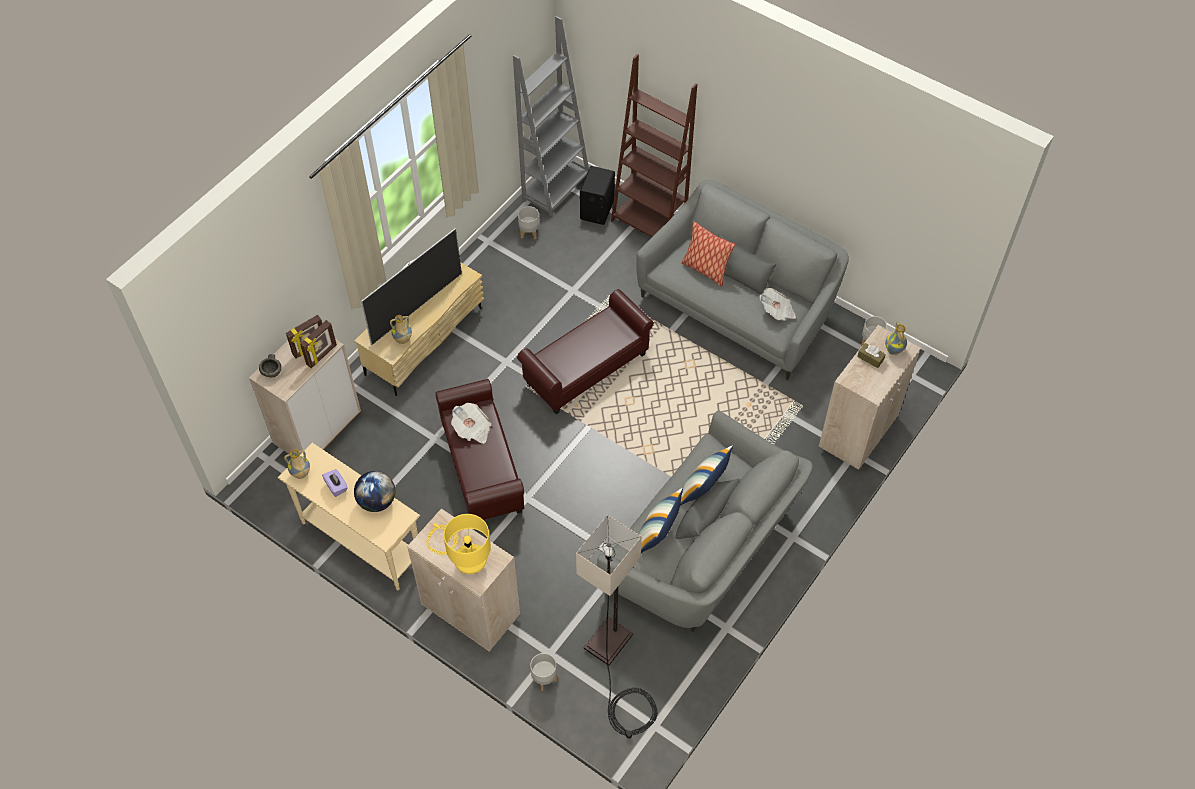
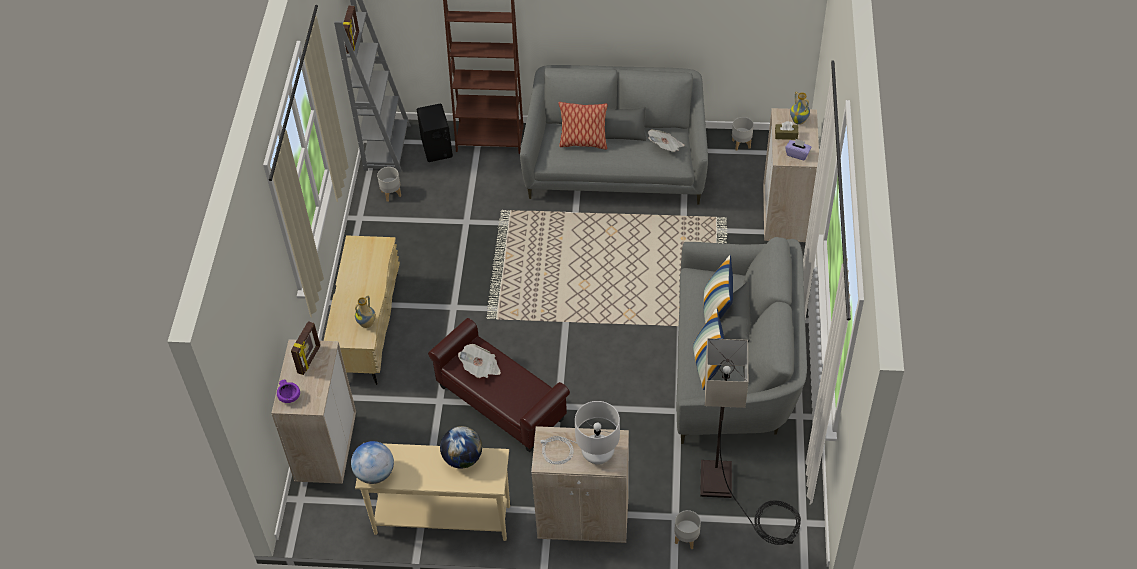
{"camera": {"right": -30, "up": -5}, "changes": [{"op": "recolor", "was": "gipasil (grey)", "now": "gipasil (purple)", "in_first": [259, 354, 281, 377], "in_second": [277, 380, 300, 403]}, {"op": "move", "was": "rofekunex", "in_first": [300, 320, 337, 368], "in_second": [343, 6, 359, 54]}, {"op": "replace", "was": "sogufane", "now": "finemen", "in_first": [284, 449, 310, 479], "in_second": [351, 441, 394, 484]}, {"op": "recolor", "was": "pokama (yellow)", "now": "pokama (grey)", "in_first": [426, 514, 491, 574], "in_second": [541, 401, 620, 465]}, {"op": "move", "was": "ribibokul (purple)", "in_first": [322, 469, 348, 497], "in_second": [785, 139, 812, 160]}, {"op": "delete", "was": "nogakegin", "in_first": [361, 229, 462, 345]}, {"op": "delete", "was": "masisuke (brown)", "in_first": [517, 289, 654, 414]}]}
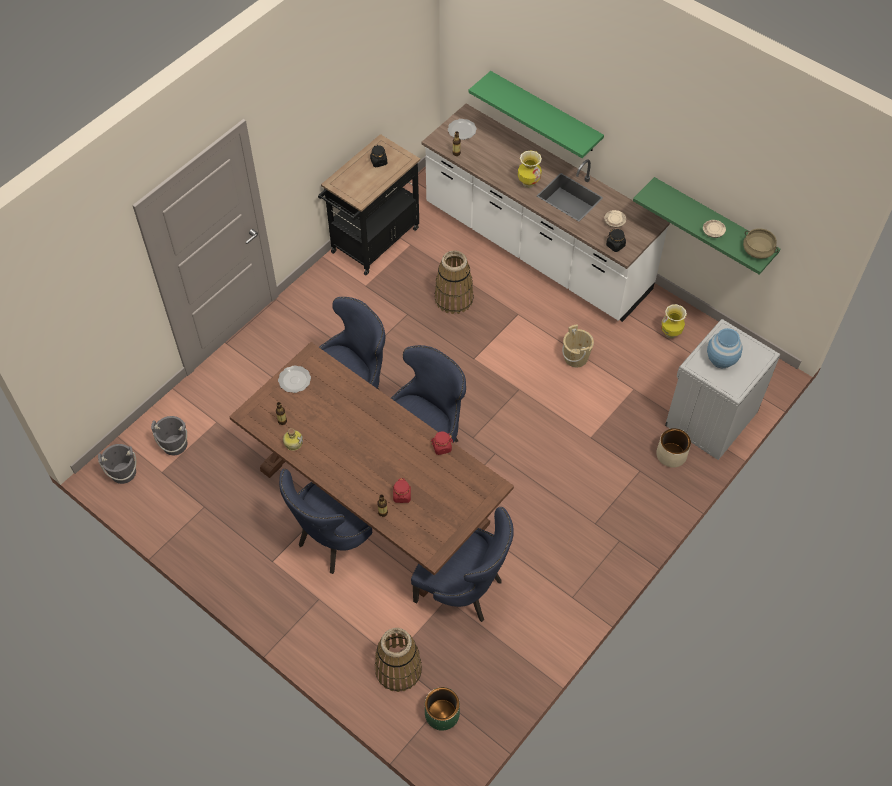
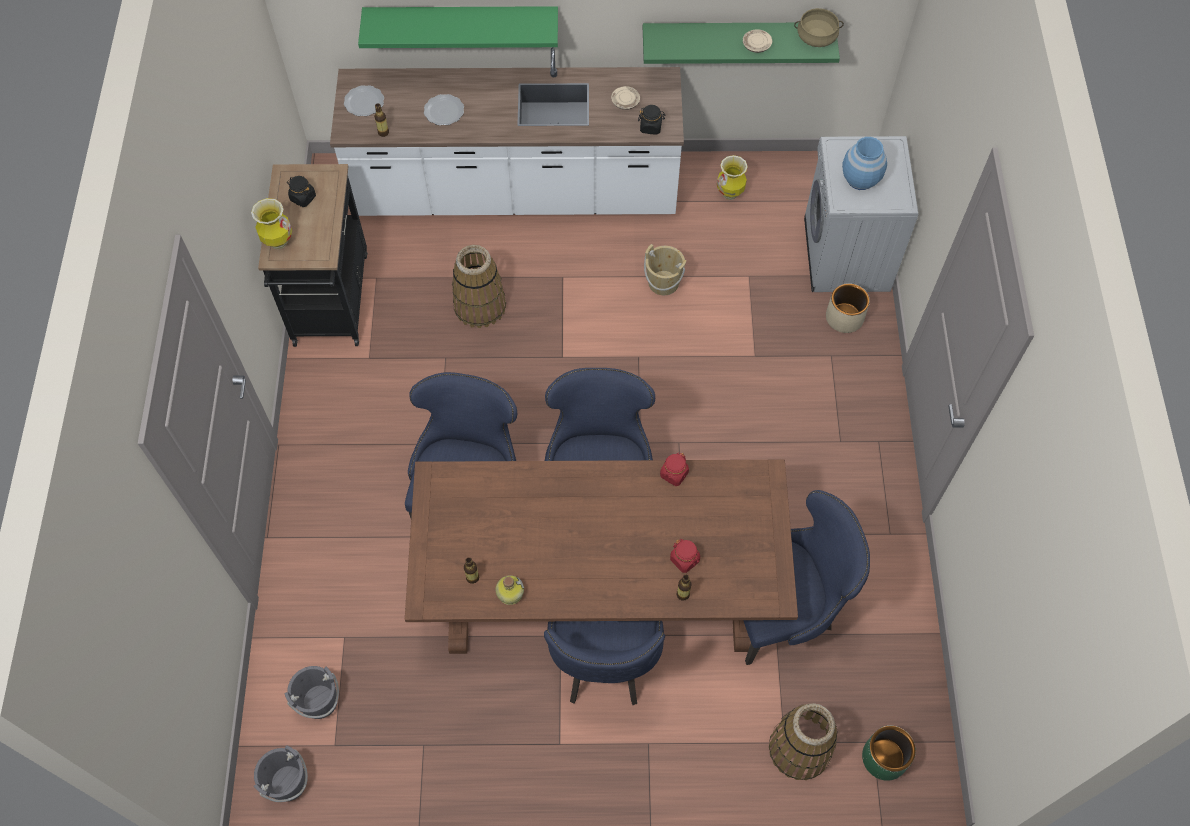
{"camera": {"right": -40, "up": 5}, "changes": [{"op": "move", "was": "sogufane", "in_first": [518, 150, 542, 188], "in_second": [251, 198, 292, 249]}, {"op": "move", "was": "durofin", "in_first": [278, 366, 311, 393], "in_second": [424, 94, 464, 125]}]}
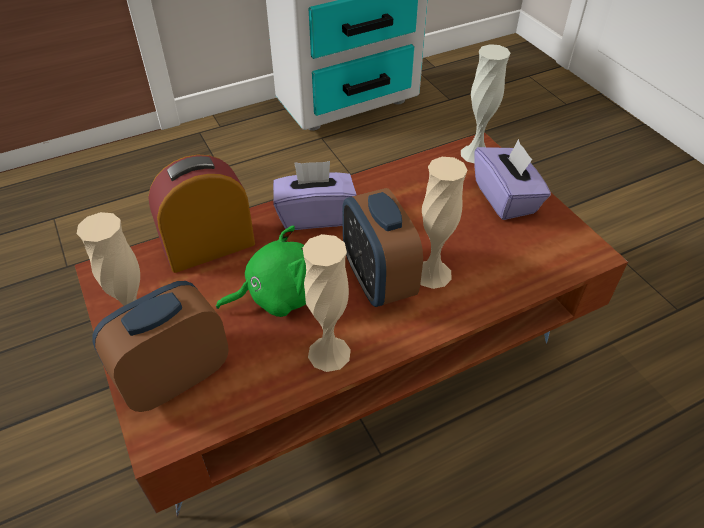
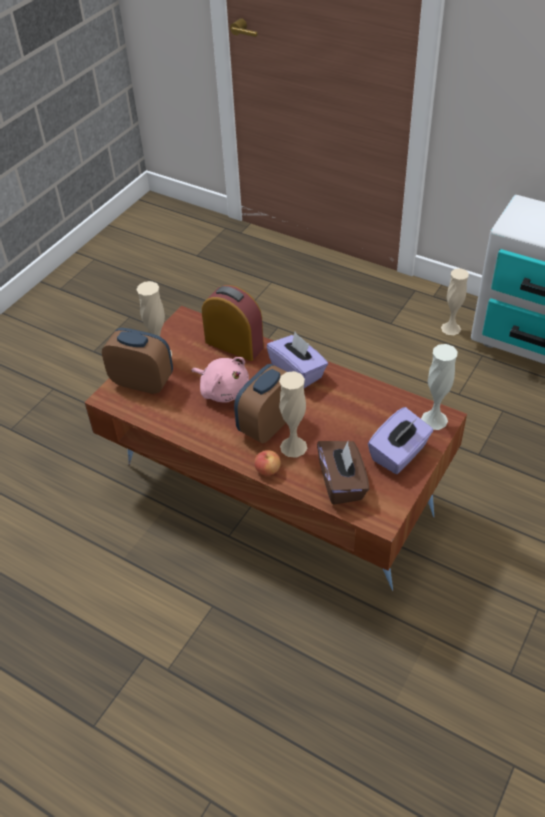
{"camera": {"right": 60, "up": 0}, "changes": [{"op": "recolor", "was": "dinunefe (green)", "now": "dinunefe (pink)", "in_first": [216, 226, 306, 317], "in_second": [192, 357, 249, 403]}, {"op": "insert", "now": "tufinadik", "in_second": [254, 450, 281, 476]}, {"op": "insert", "now": "ribibokul (brown)", "in_second": [317, 441, 369, 505]}, {"op": "move", "was": "sogufane (beige)", "in_first": [303, 234, 351, 372], "in_second": [441, 268, 469, 335]}]}
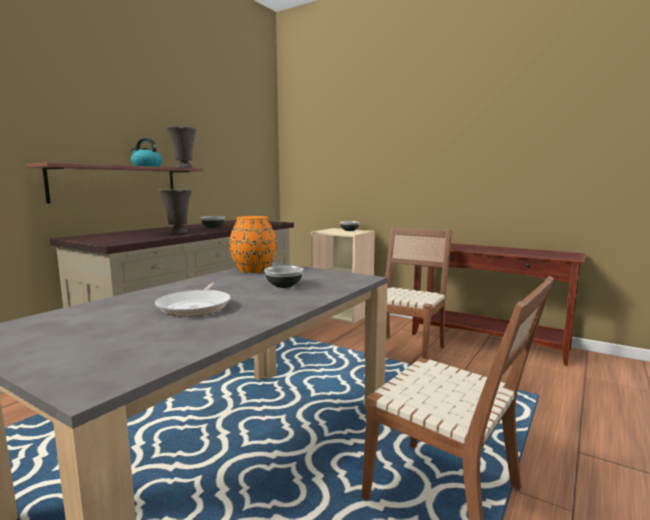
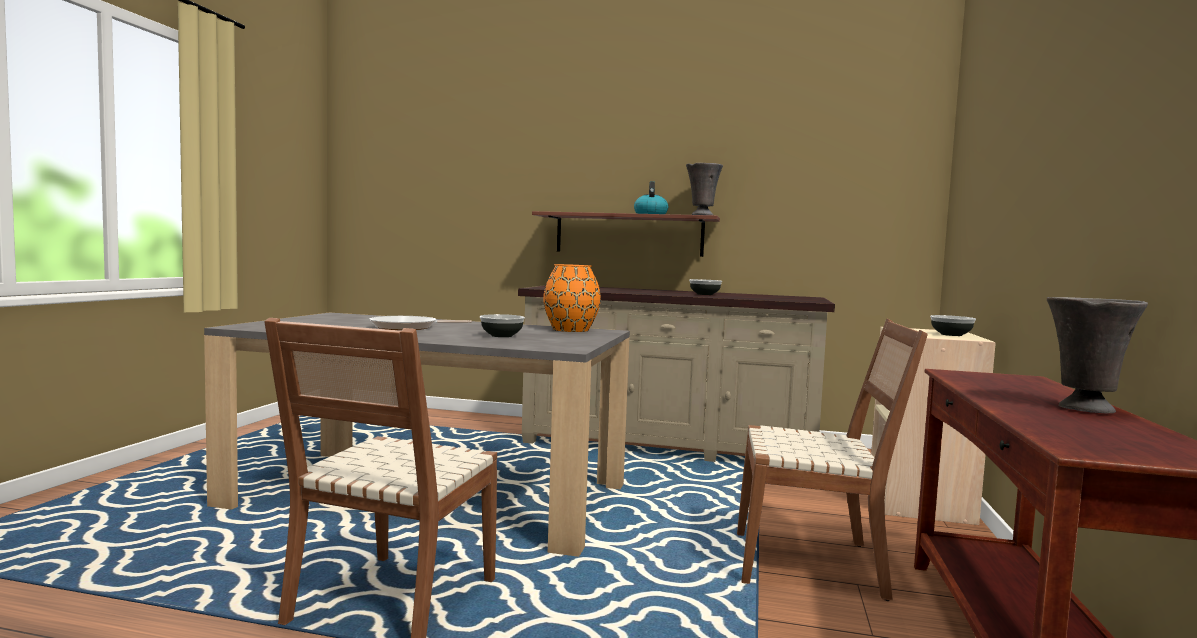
{"camera": {"right": 70, "up": -5}, "changes": [{"op": "move", "was": "sogufane (grey)", "in_first": [158, 189, 192, 234], "in_second": [1047, 297, 1148, 413]}]}
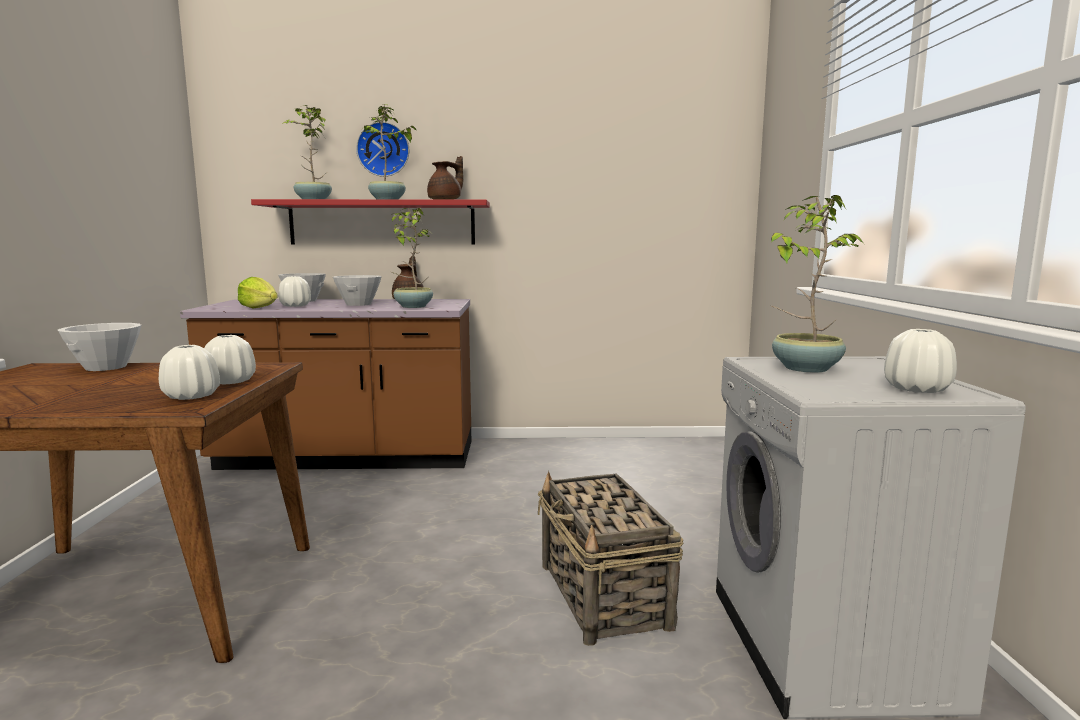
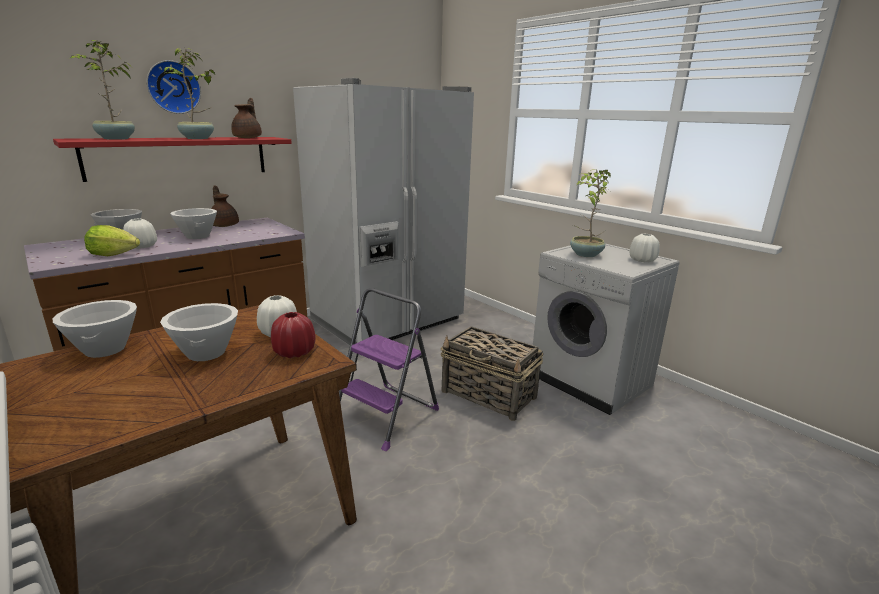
{"camera": {"right": -40, "up": 10}, "changes": [{"op": "insert", "now": "gipasil (white)", "in_second": [160, 303, 238, 361]}, {"op": "recolor", "was": "sogufane (white)", "now": "sogufane (red)", "in_first": [159, 345, 220, 400], "in_second": [271, 312, 316, 358]}, {"op": "insert", "now": "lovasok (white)", "in_second": [293, 78, 474, 346]}, {"op": "insert", "now": "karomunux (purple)", "in_second": [339, 288, 439, 451]}, {"op": "delete", "was": "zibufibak", "in_first": [391, 208, 433, 308]}]}
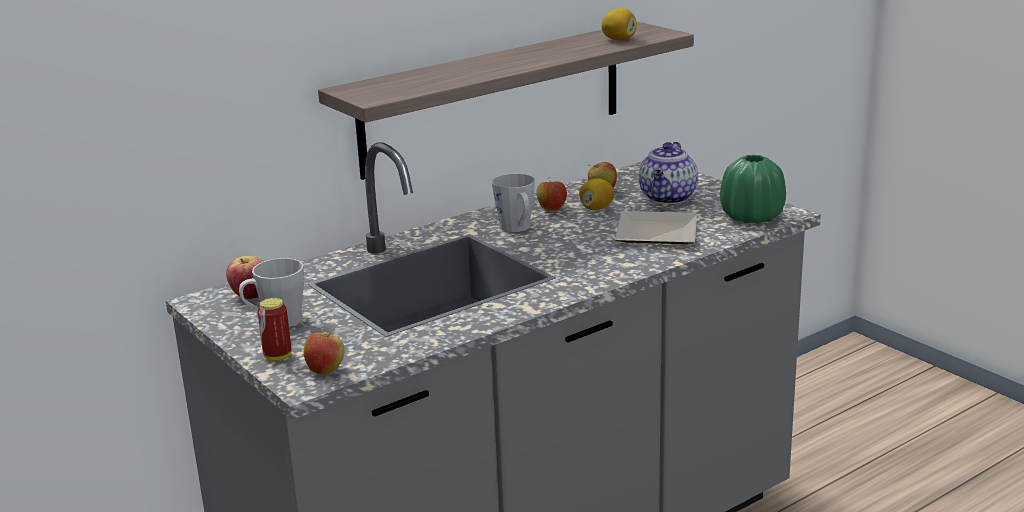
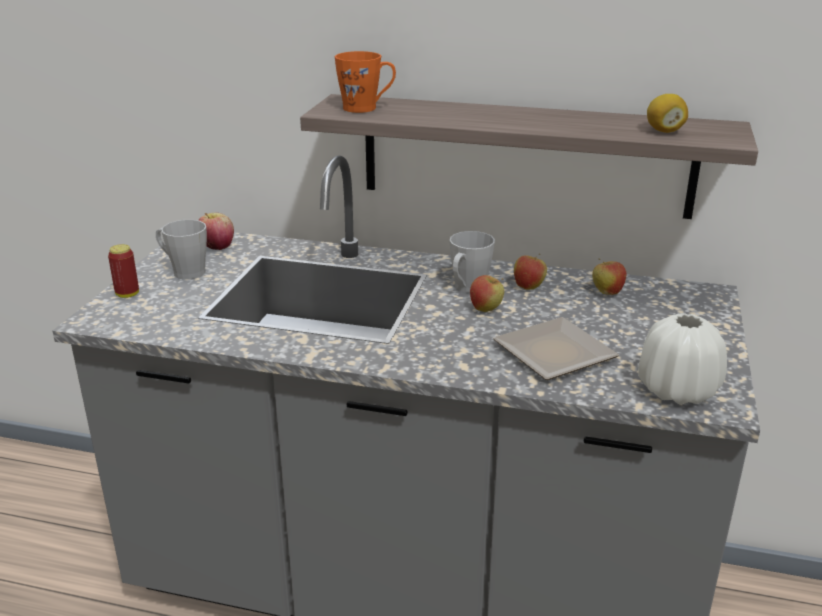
{"camera": {"right": 50, "up": 5}, "changes": [{"op": "insert", "now": "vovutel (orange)", "in_second": [335, 51, 396, 113]}, {"op": "move", "was": "tufinadik", "in_first": [303, 328, 345, 375], "in_second": [470, 275, 504, 312]}, {"op": "recolor", "was": "sogufane (green)", "now": "sogufane (white)", "in_first": [720, 155, 786, 224], "in_second": [638, 313, 727, 404]}, {"op": "delete", "was": "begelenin", "in_first": [579, 179, 614, 210]}, {"op": "delete", "was": "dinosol", "in_first": [639, 142, 698, 204]}]}
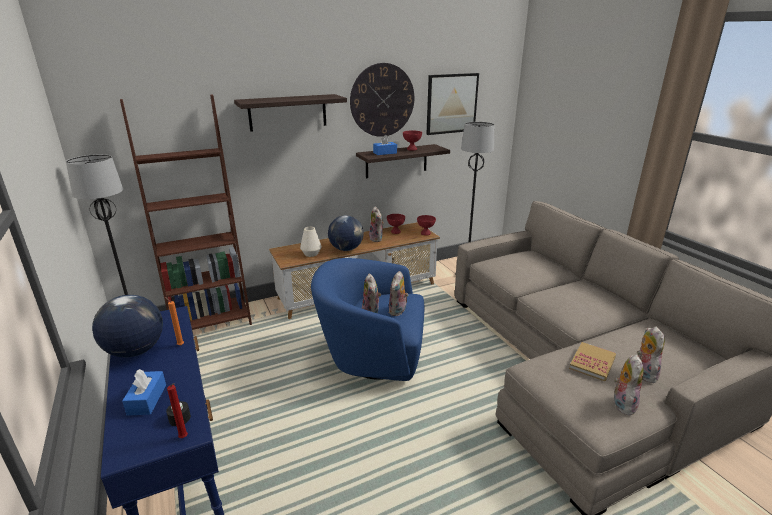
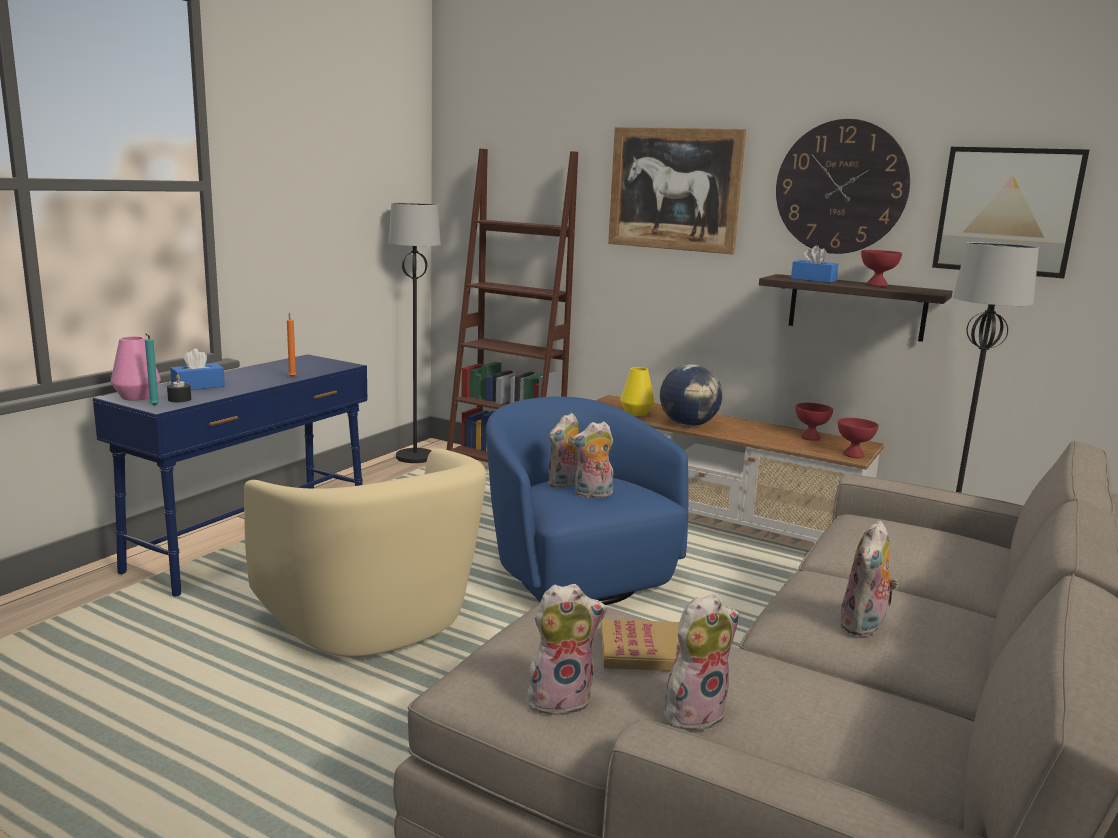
{"camera": {"right": 55, "up": -10}, "changes": [{"op": "insert", "now": "sogufane (pink)", "in_second": [111, 336, 161, 401]}, {"op": "recolor", "was": "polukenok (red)", "now": "polukenok (turquoise)", "in_first": [167, 383, 188, 438], "in_second": [145, 333, 160, 406]}, {"op": "insert", "now": "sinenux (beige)", "in_second": [244, 449, 486, 657]}, {"op": "replace", "was": "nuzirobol", "now": "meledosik", "in_first": [234, 94, 347, 132], "in_second": [608, 127, 746, 254]}, {"op": "recolor", "was": "sogufane (white)", "now": "sogufane (yellow)", "in_first": [300, 227, 321, 257], "in_second": [620, 367, 655, 416]}, {"op": "move", "was": "dinunefe", "in_first": [369, 207, 384, 242], "in_second": [839, 520, 899, 637]}, {"op": "delete", "was": "finemen", "in_first": [92, 295, 163, 357]}]}
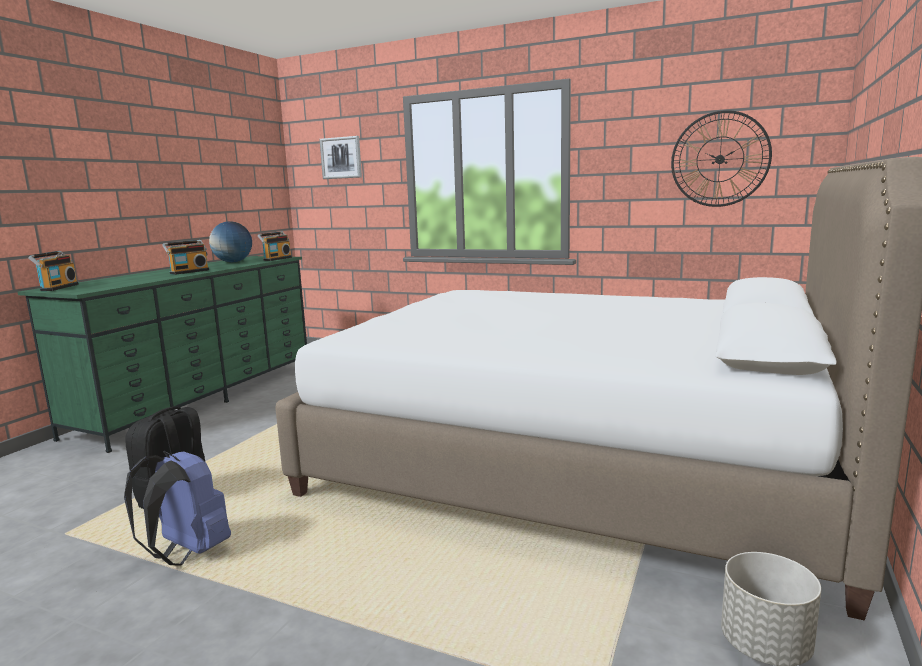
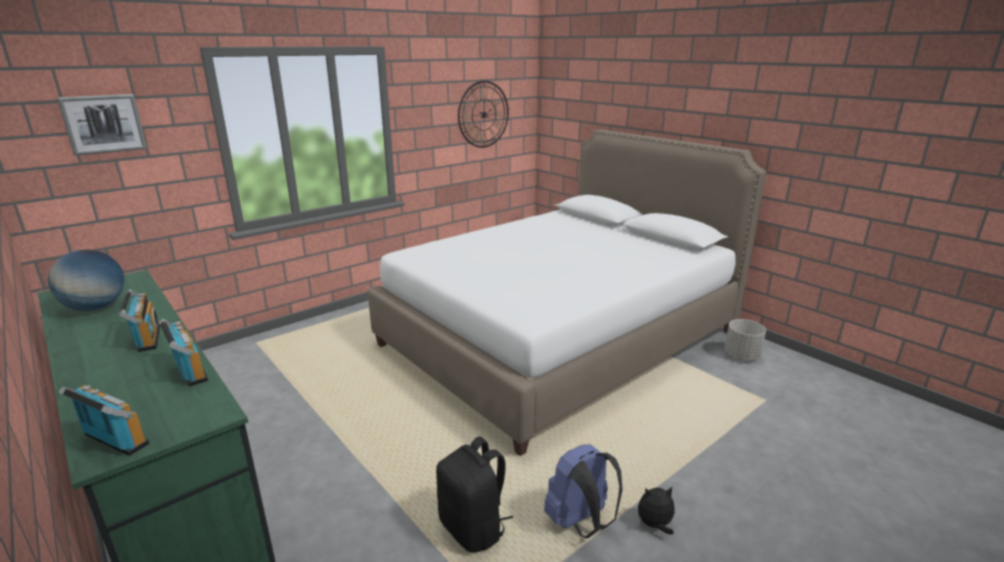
{"camera": {"right": -65, "up": 10}, "changes": [{"op": "move", "was": "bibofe", "in_first": [258, 232, 292, 261], "in_second": [159, 319, 208, 386]}, {"op": "insert", "now": "dinunefe", "in_second": [638, 487, 675, 534]}]}
